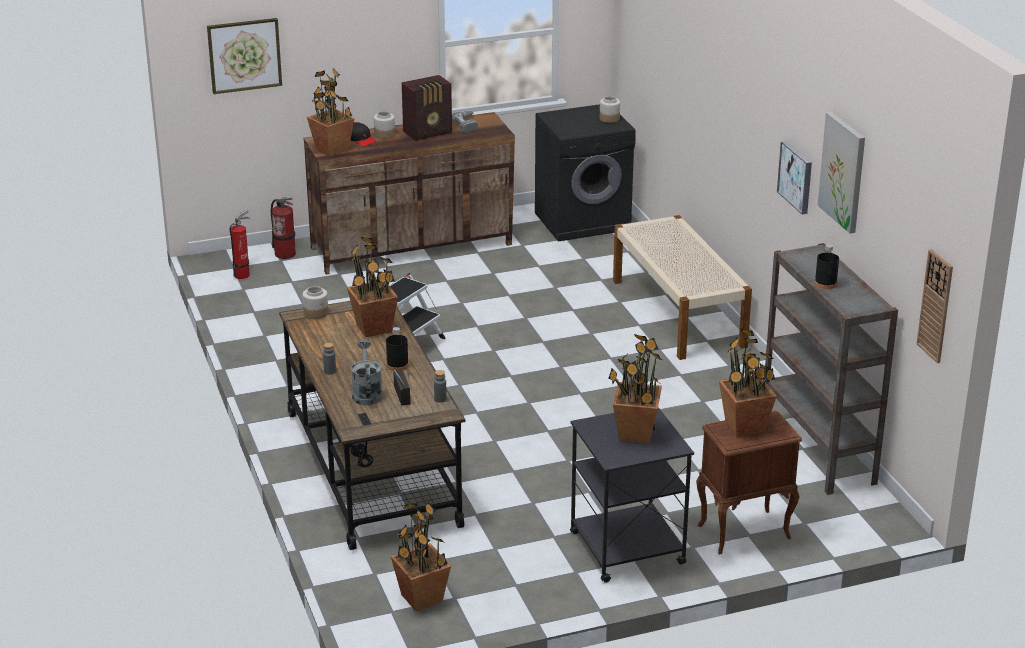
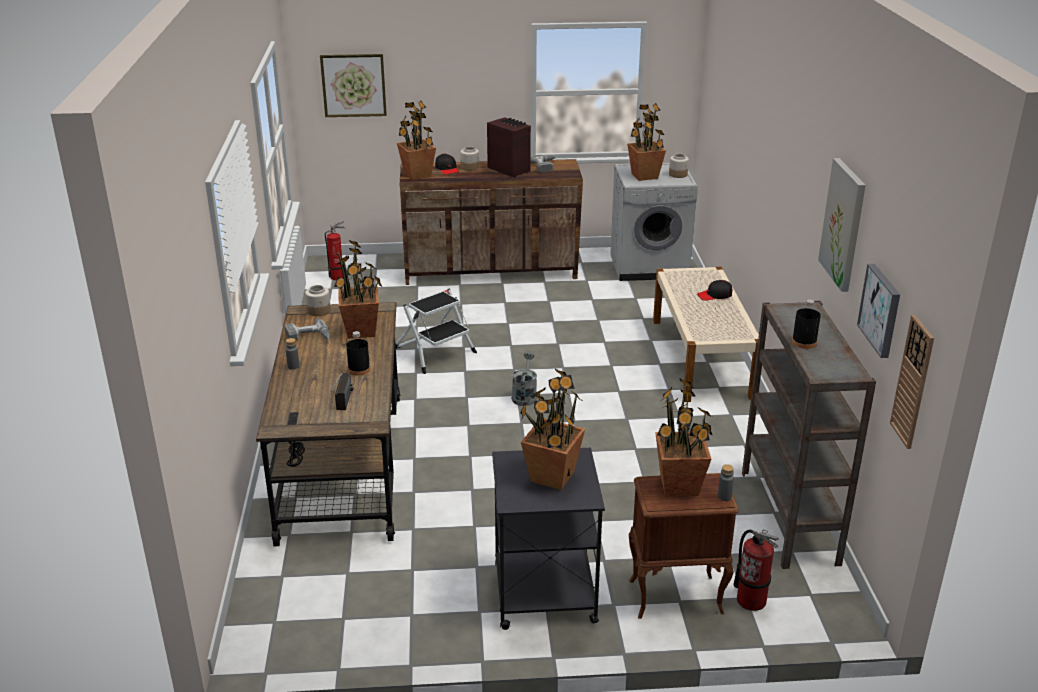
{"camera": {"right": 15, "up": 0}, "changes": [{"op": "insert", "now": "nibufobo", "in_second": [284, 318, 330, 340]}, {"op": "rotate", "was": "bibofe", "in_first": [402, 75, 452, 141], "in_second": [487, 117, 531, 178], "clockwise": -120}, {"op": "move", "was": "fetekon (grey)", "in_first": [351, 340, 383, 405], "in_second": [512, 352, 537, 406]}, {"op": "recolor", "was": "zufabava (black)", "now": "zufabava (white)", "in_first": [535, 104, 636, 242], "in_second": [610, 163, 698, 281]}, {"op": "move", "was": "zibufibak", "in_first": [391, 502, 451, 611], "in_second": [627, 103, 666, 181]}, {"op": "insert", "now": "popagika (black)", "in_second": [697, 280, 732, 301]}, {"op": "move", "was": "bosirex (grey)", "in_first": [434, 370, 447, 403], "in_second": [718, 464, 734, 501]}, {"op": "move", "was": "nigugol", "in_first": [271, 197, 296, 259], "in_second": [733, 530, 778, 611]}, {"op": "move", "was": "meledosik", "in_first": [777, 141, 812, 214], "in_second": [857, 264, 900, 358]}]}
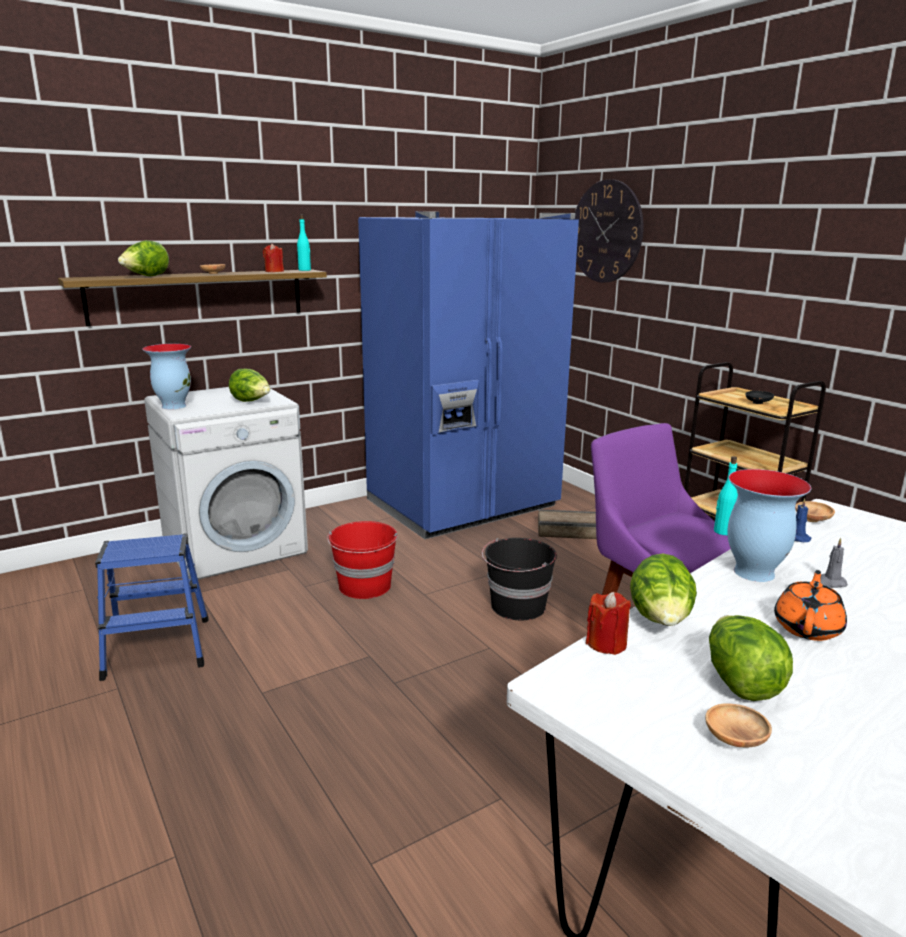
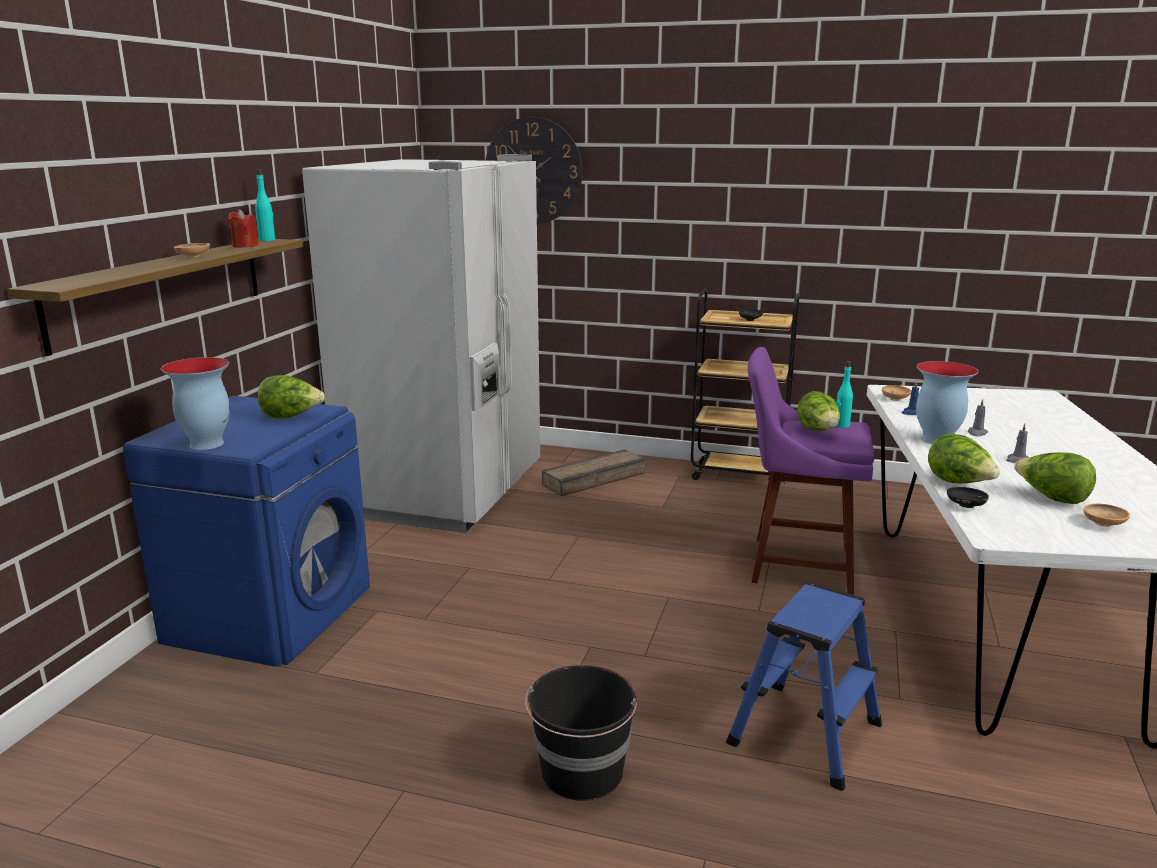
{"camera": {"right": -40, "up": 0}, "changes": [{"op": "recolor", "was": "zufabava (white)", "now": "zufabava (blue)", "in_first": [144, 387, 308, 580], "in_second": [123, 396, 370, 667]}, {"op": "recolor", "was": "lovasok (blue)", "now": "lovasok (white)", "in_first": [358, 211, 579, 539], "in_second": [302, 154, 540, 534]}, {"op": "move", "was": "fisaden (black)", "in_first": [482, 538, 557, 620], "in_second": [525, 665, 637, 801]}, {"op": "move", "was": "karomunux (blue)", "in_first": [95, 533, 209, 681], "in_second": [726, 581, 882, 791]}, {"op": "move", "was": "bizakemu", "in_first": [118, 240, 169, 276], "in_second": [797, 391, 840, 431]}, {"op": "replace", "was": "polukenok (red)", "now": "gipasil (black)", "in_first": [586, 592, 631, 655], "in_second": [947, 487, 989, 508]}, {"op": "replace", "was": "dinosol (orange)", "now": "polukenok (grey)", "in_first": [774, 570, 847, 641], "in_second": [1006, 424, 1030, 463]}, {"op": "delete", "was": "fisaden (red)", "in_first": [327, 521, 398, 599]}]}
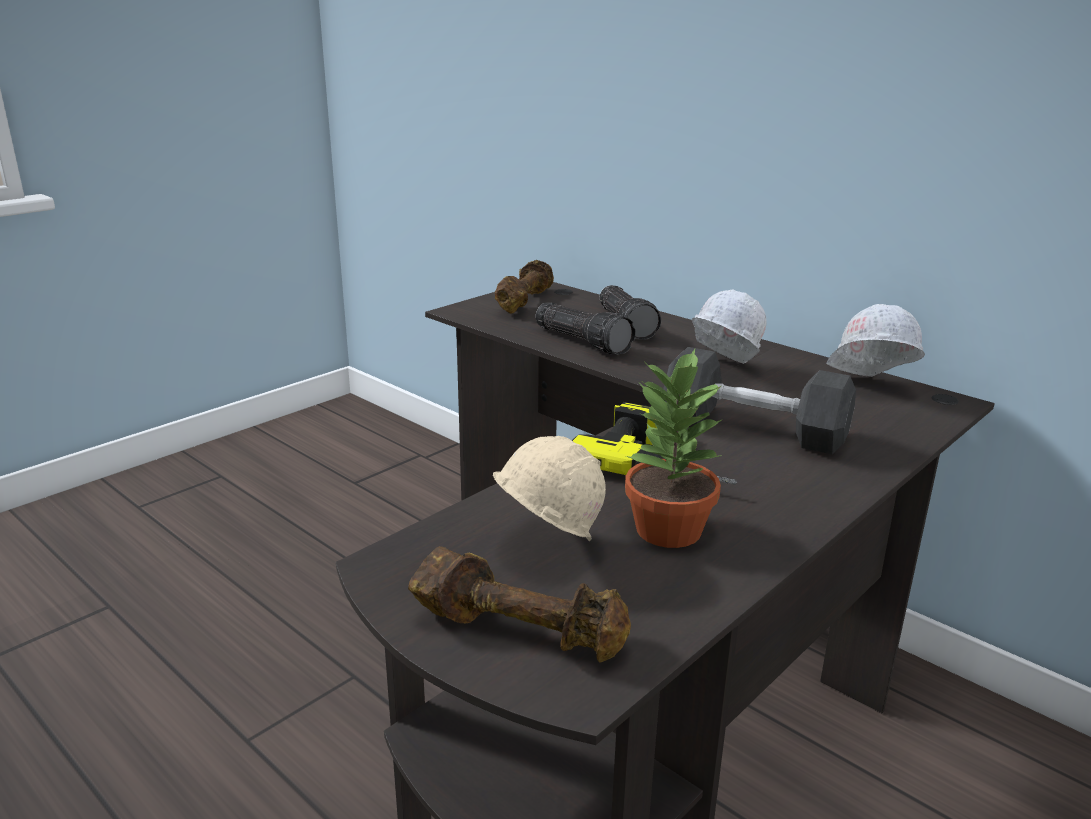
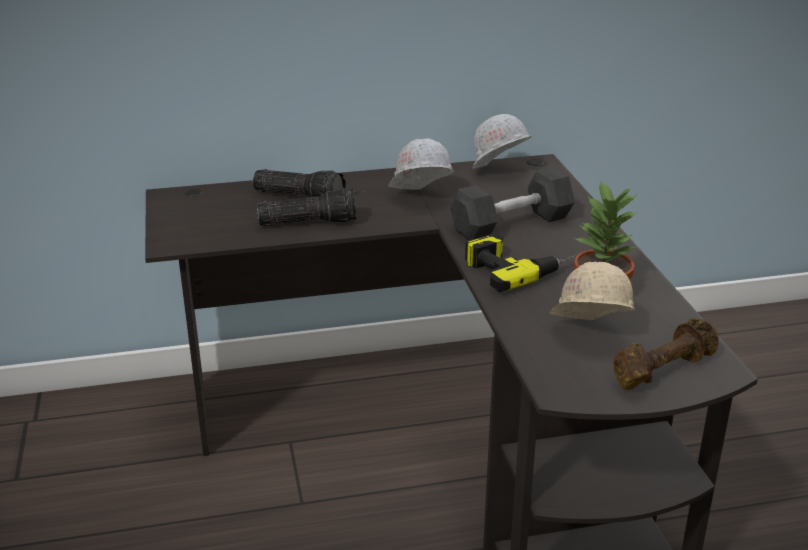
{"camera": {"right": -55, "up": 5}, "changes": [{"op": "delete", "was": "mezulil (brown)", "in_first": [495, 260, 554, 314]}]}
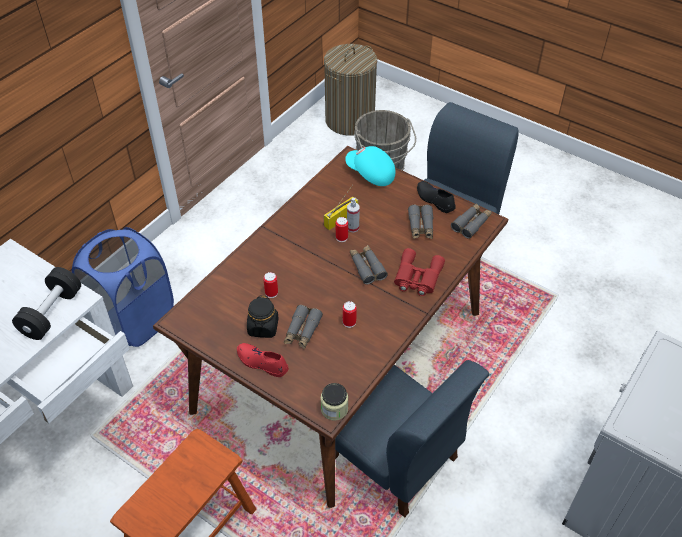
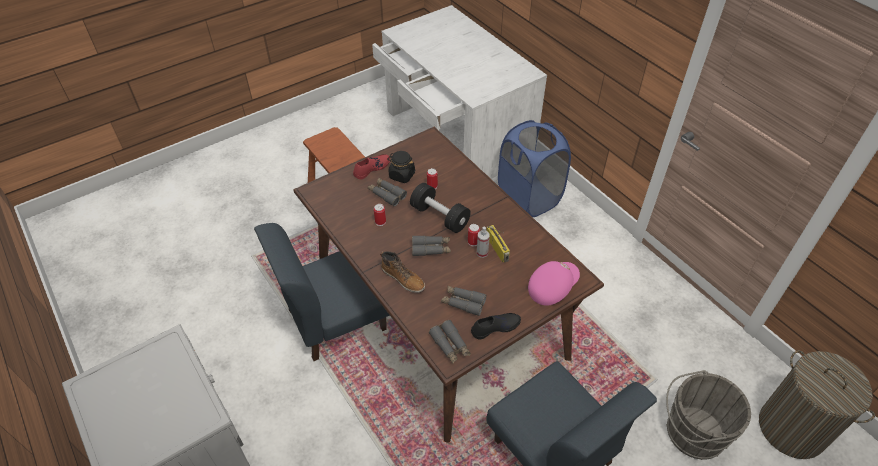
{"camera": {"right": 110, "up": 0}, "changes": [{"op": "replace", "was": "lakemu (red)", "now": "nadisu", "in_first": [394, 248, 445, 296], "in_second": [380, 251, 425, 293]}, {"op": "move", "was": "mezulil (black)", "in_first": [12, 267, 81, 340], "in_second": [410, 183, 471, 233]}, {"op": "recolor", "was": "popagika (turquoise)", "now": "popagika (pink)", "in_first": [345, 146, 395, 186], "in_second": [528, 261, 580, 306]}, {"op": "delete", "was": "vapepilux", "in_first": [321, 383, 348, 421]}]}
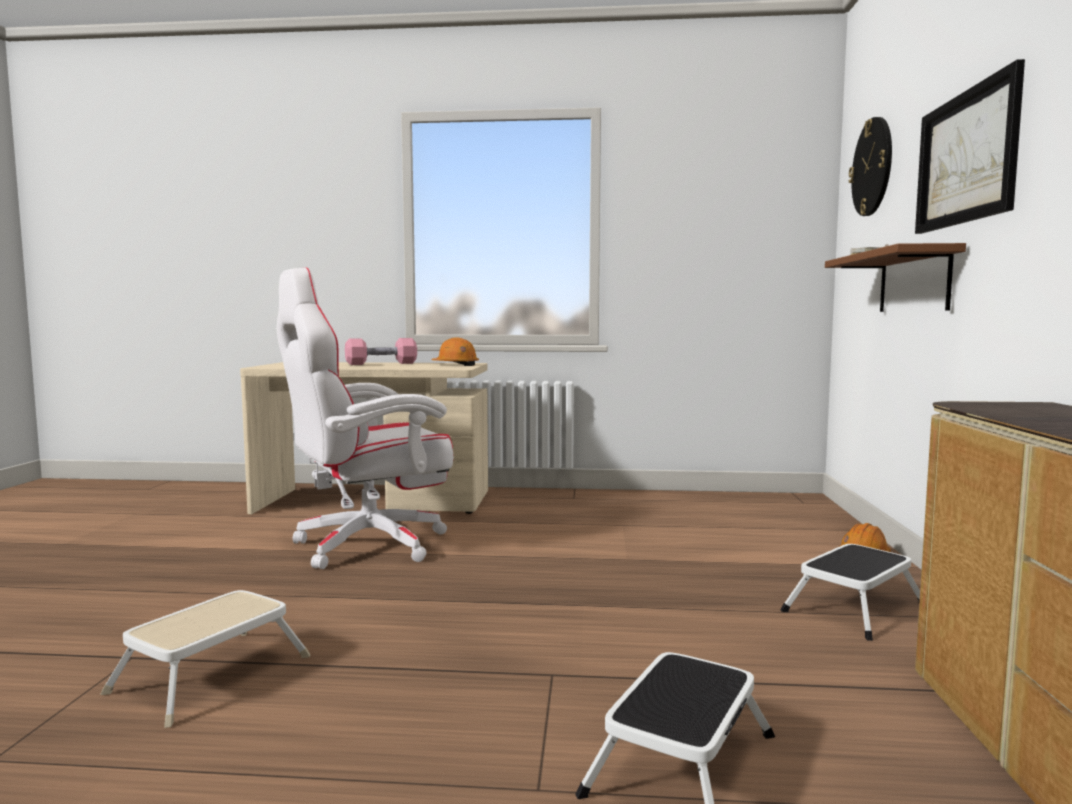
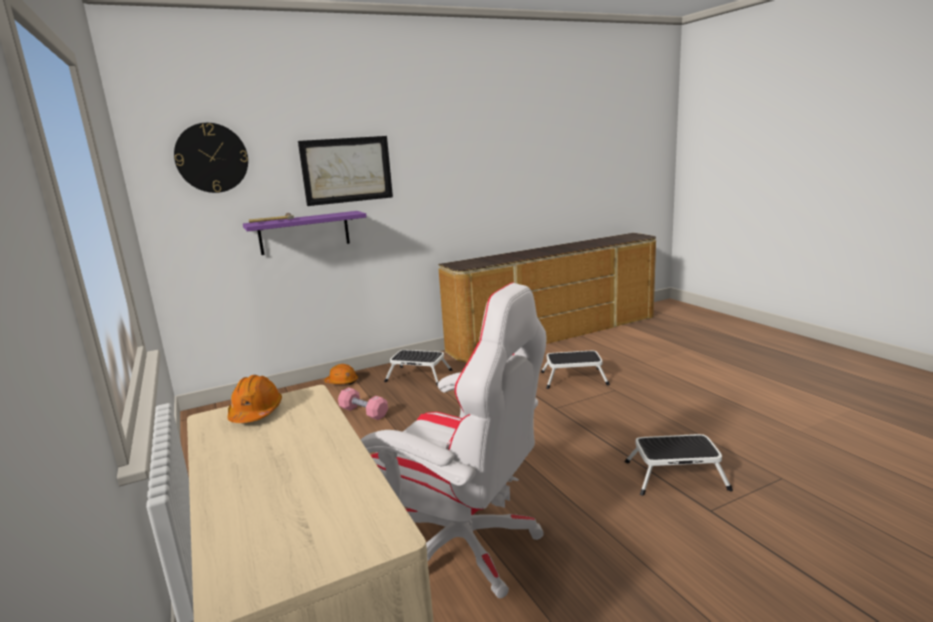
{"camera": {"right": -120, "up": 10}, "changes": [{"op": "recolor", "was": "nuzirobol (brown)", "now": "nuzirobol (purple)", "in_first": [825, 243, 966, 312], "in_second": [243, 211, 367, 255]}, {"op": "move", "was": "mezulil (pink)", "in_first": [345, 338, 417, 365], "in_second": [338, 387, 388, 420]}, {"op": "recolor", "was": "karomunux (beige)", "now": "karomunux (black)", "in_first": [100, 590, 310, 728], "in_second": [625, 434, 733, 496]}]}
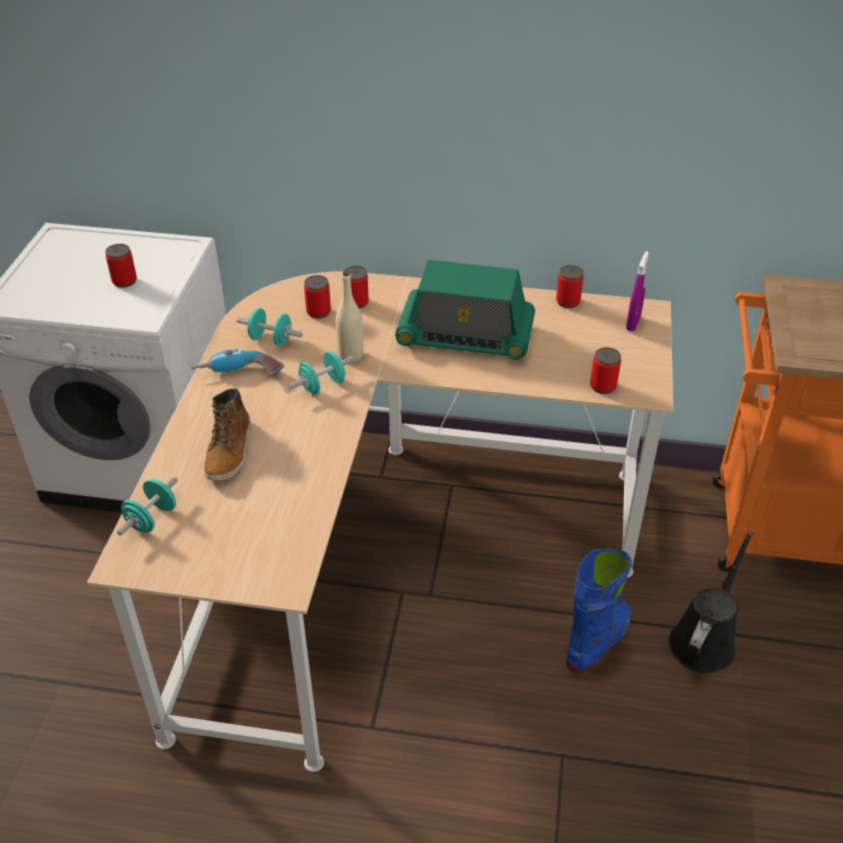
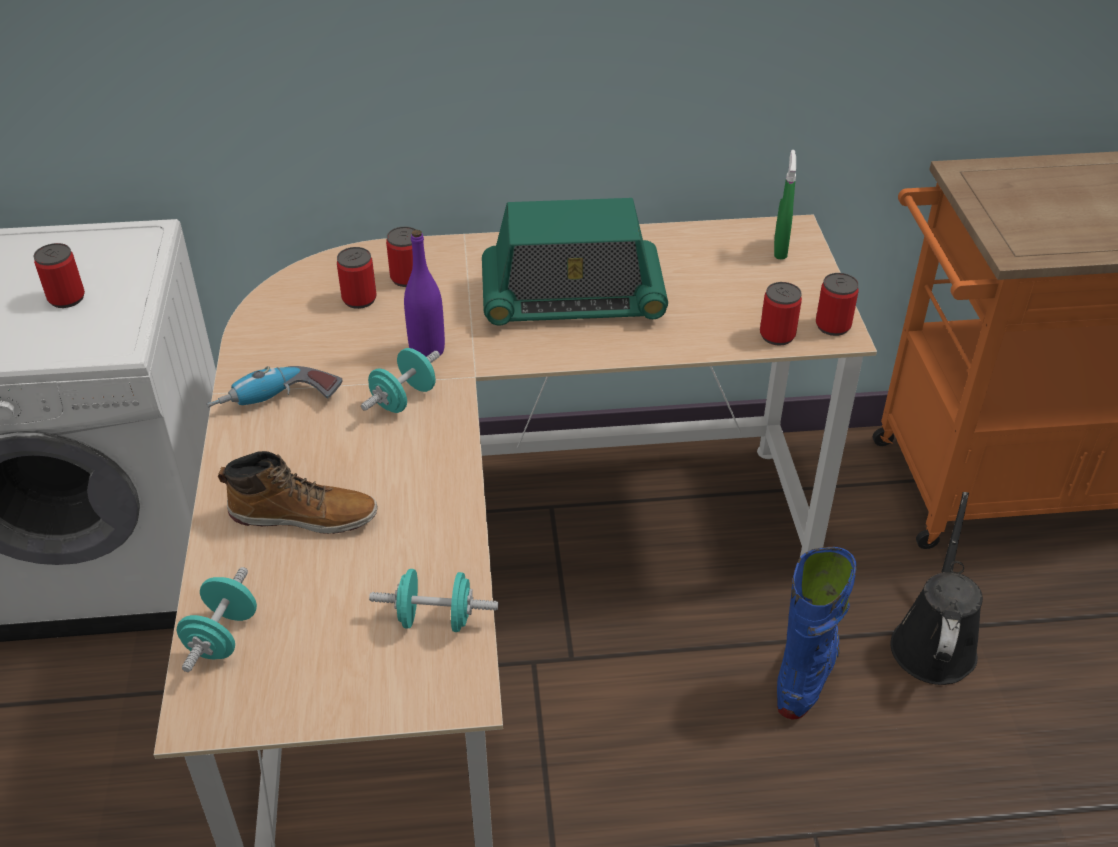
{"camera": {"right": -15, "up": 0}, "changes": [{"op": "rotate", "was": "nadisu", "in_first": [204, 388, 251, 480], "in_second": [218, 451, 378, 534], "clockwise": -75}, {"op": "move", "was": "mezulil (turquoise)", "in_first": [237, 308, 303, 346], "in_second": [369, 569, 498, 632]}, {"op": "recolor", "was": "bosirex (beige)", "now": "bosirex (purple)", "in_first": [336, 271, 363, 363], "in_second": [404, 230, 445, 357]}, {"op": "recolor", "was": "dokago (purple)", "now": "dokago (green)", "in_first": [626, 251, 649, 331], "in_second": [774, 150, 796, 260]}, {"op": "move", "was": "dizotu", "in_first": [556, 265, 584, 308], "in_second": [816, 273, 859, 336]}]}
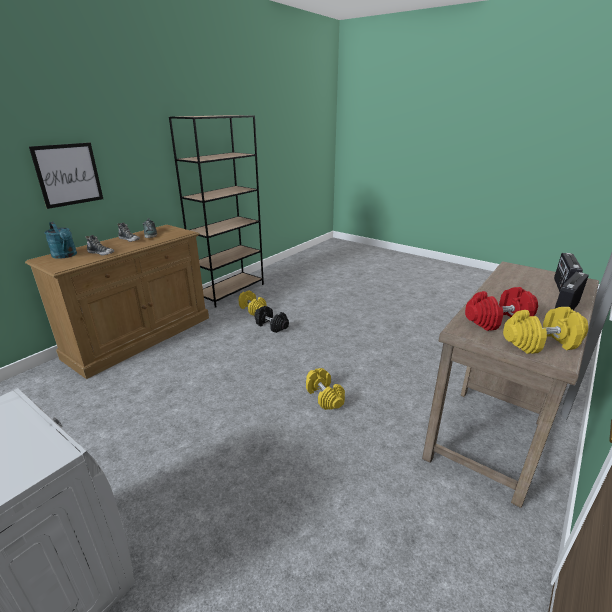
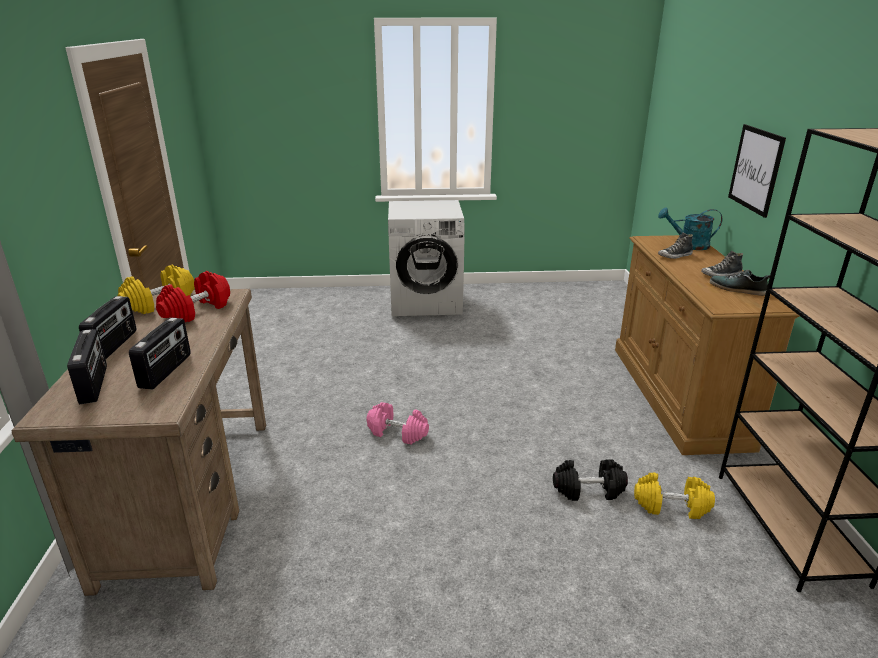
{"camera": {"right": 140, "up": 0}, "changes": [{"op": "insert", "now": "bibofe", "in_second": [129, 318, 191, 390]}, {"op": "recolor", "was": "mezulil (yellow)", "now": "mezulil (pink)", "in_first": [306, 368, 345, 410], "in_second": [366, 402, 429, 445]}]}
